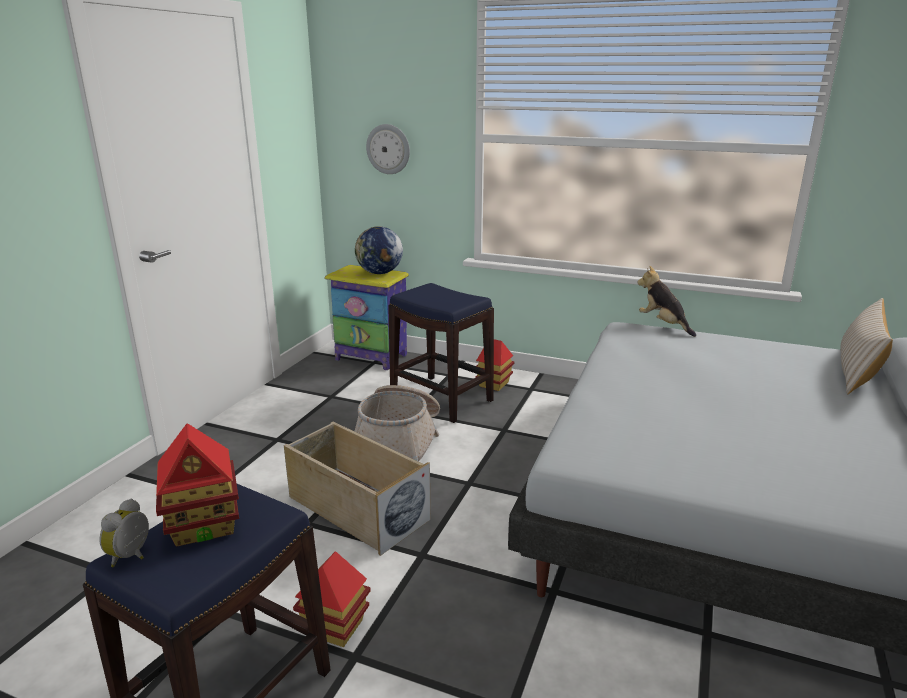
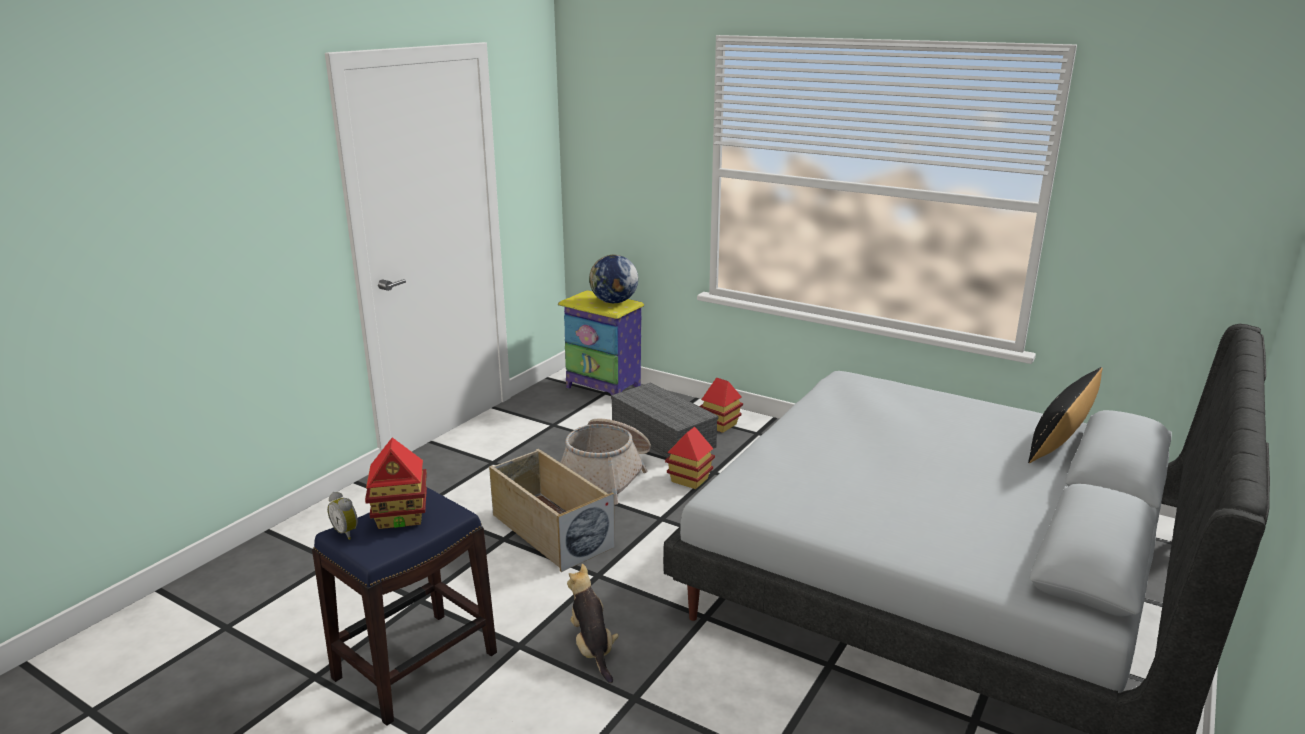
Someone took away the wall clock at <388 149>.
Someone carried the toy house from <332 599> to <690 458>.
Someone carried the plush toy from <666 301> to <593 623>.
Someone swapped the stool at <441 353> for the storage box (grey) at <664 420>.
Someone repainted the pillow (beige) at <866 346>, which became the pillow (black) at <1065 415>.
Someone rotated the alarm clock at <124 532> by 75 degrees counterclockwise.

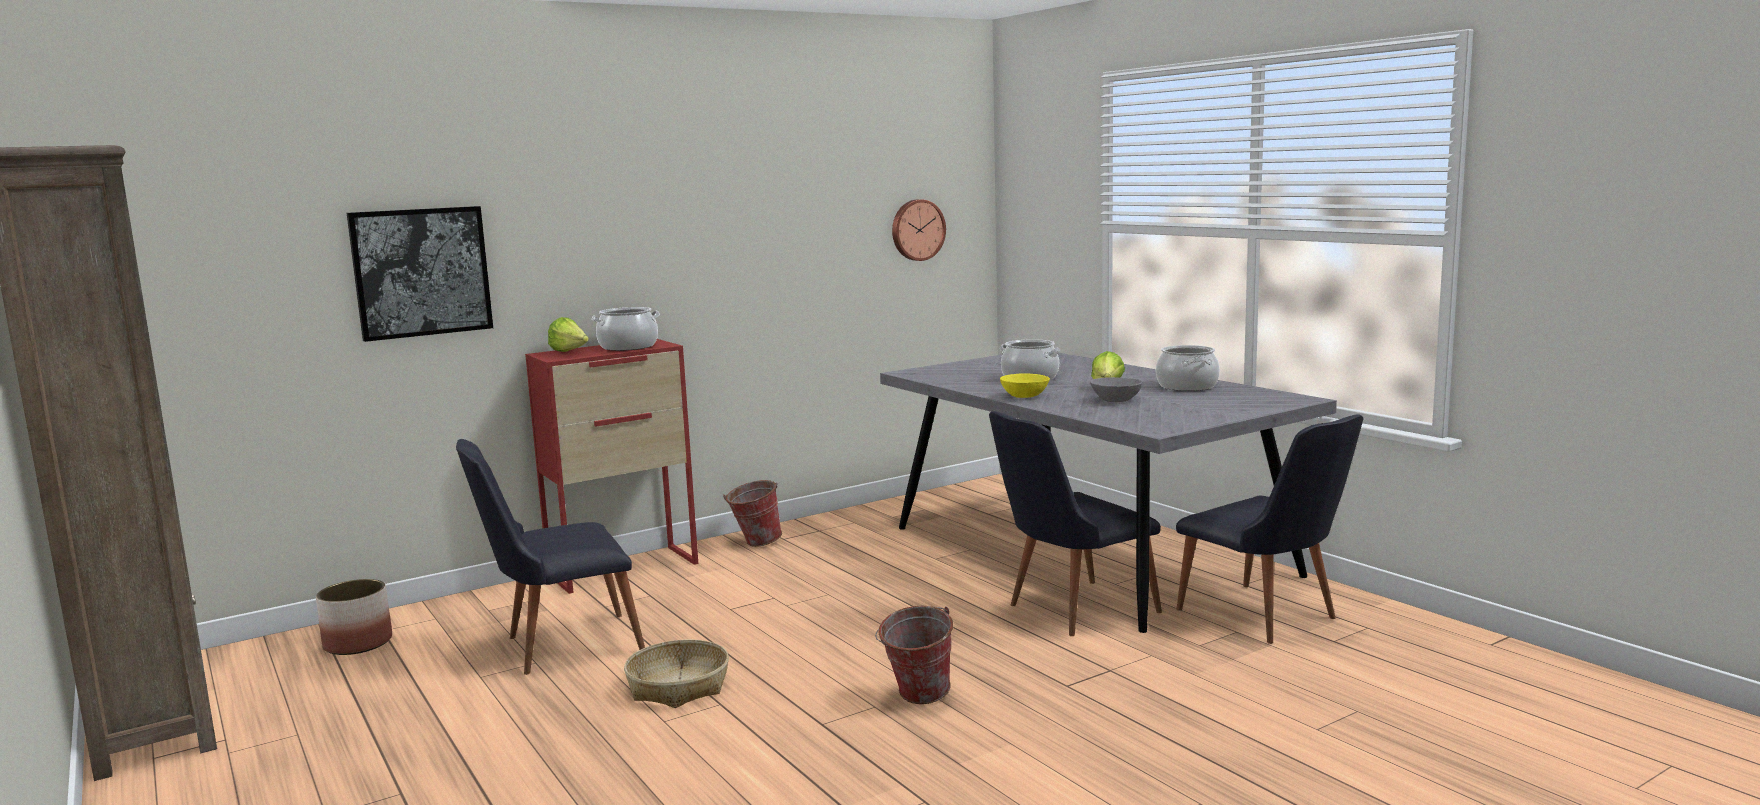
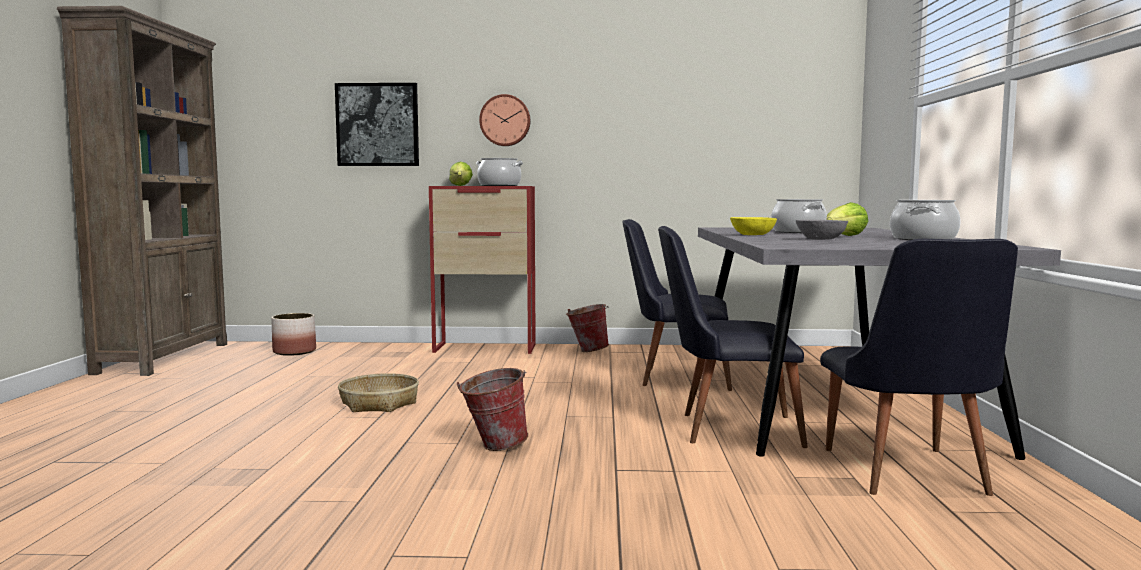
Someone carried the chair (black) from <550 557> to <677 305>.
Someone carried the wall clock from <919 230> to <505 120>.

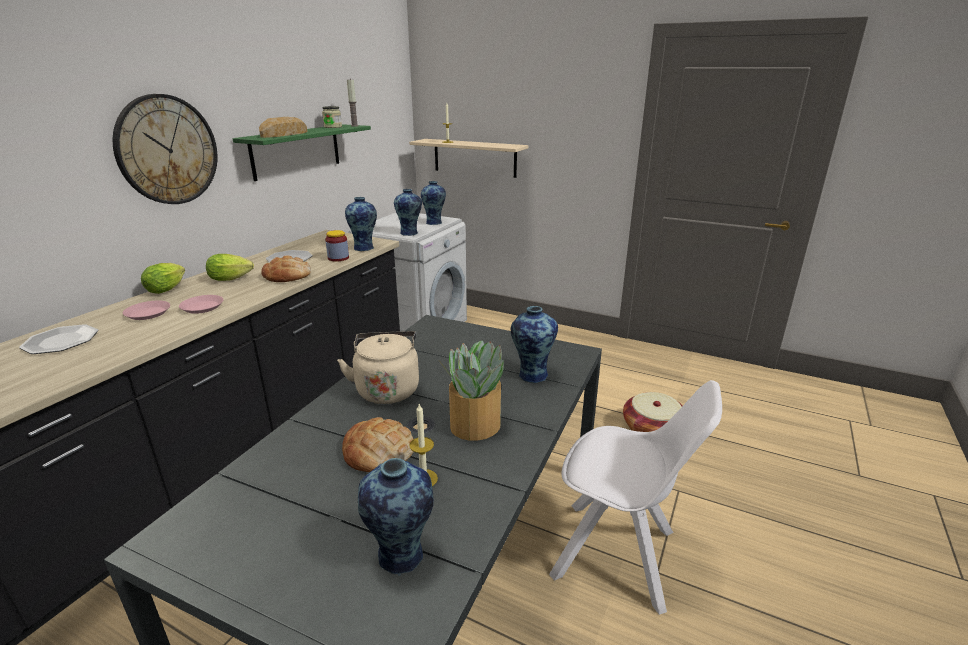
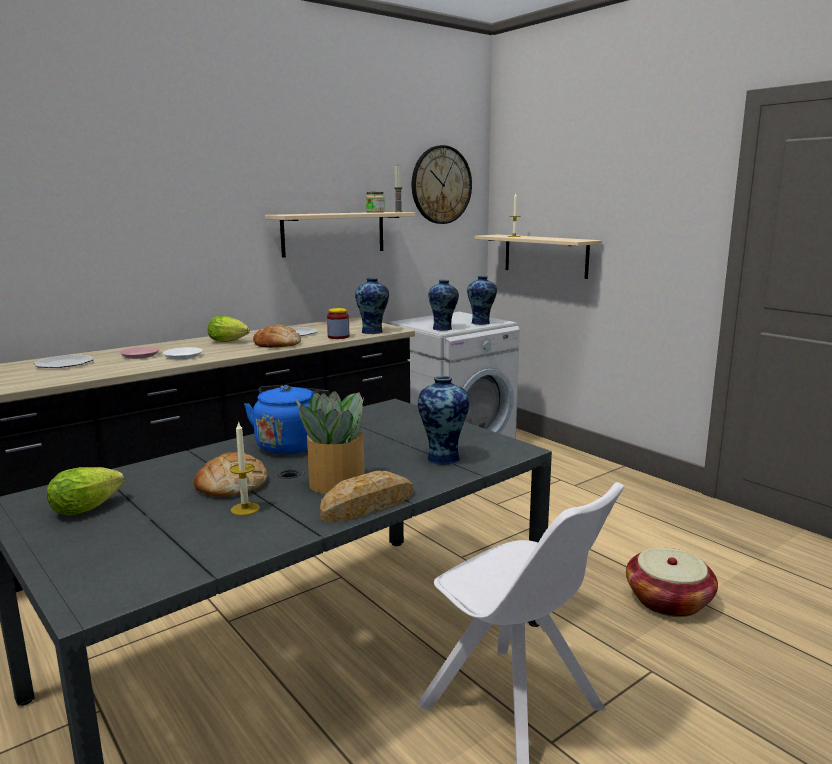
Someone took away the vase at <396 516>.
Someone carried the wall clock from <165 149> to <442 184>.
Someone carried the lettuce from <163 278> to <85 491>.
Someone carried the bread from <283 127> to <366 496>.
Someone repainted the plate (pink) at <201 304>, which became the plate (white) at <183 353>.
Someone repainted the shelf (green) at <302 152>, which became the shelf (beige) at <340 235>.
Someone repainted the kettle (beige) at <378 367>, which became the kettle (blue) at <286 419>.

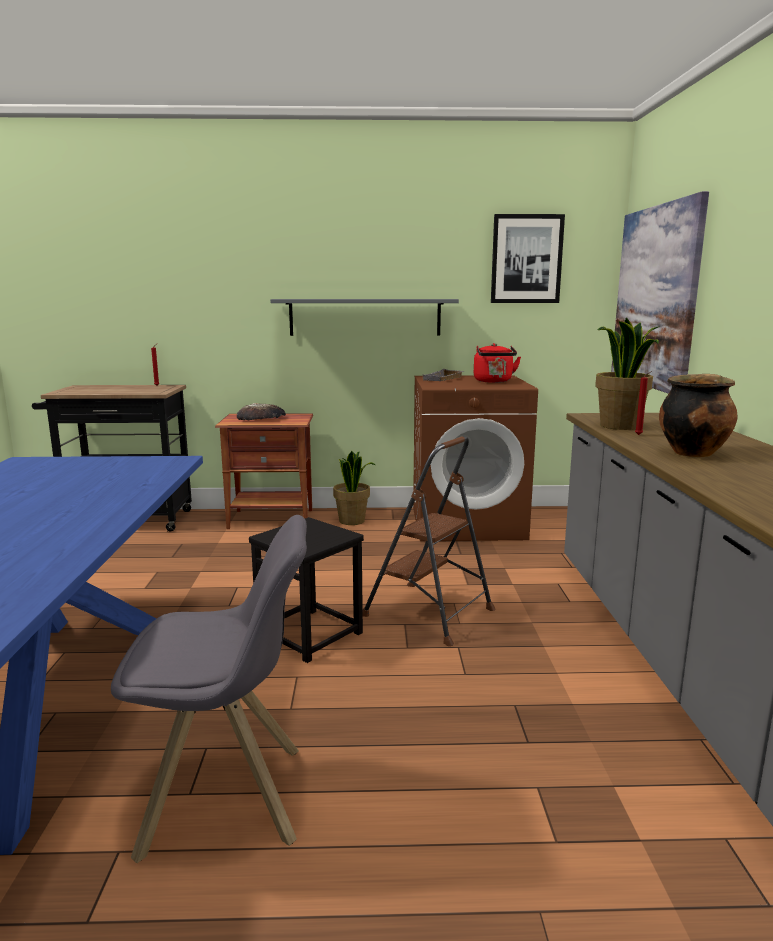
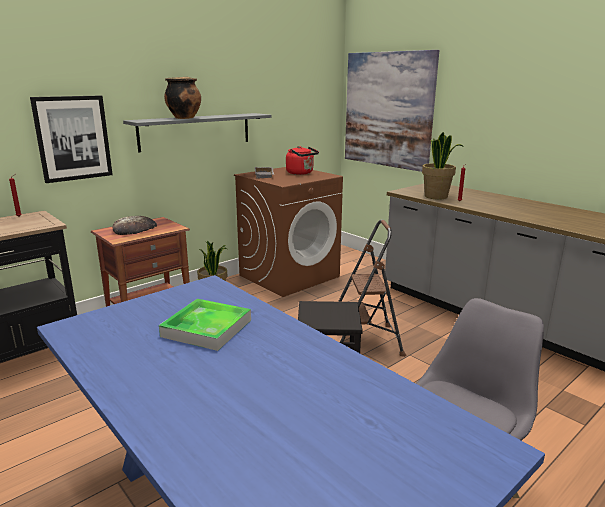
Someone put down the tray at <205 325>.
Someone carried the picture from <528 258> to <71 139>.
Someone carried the cooking pot from <698 415> to <182 98>.

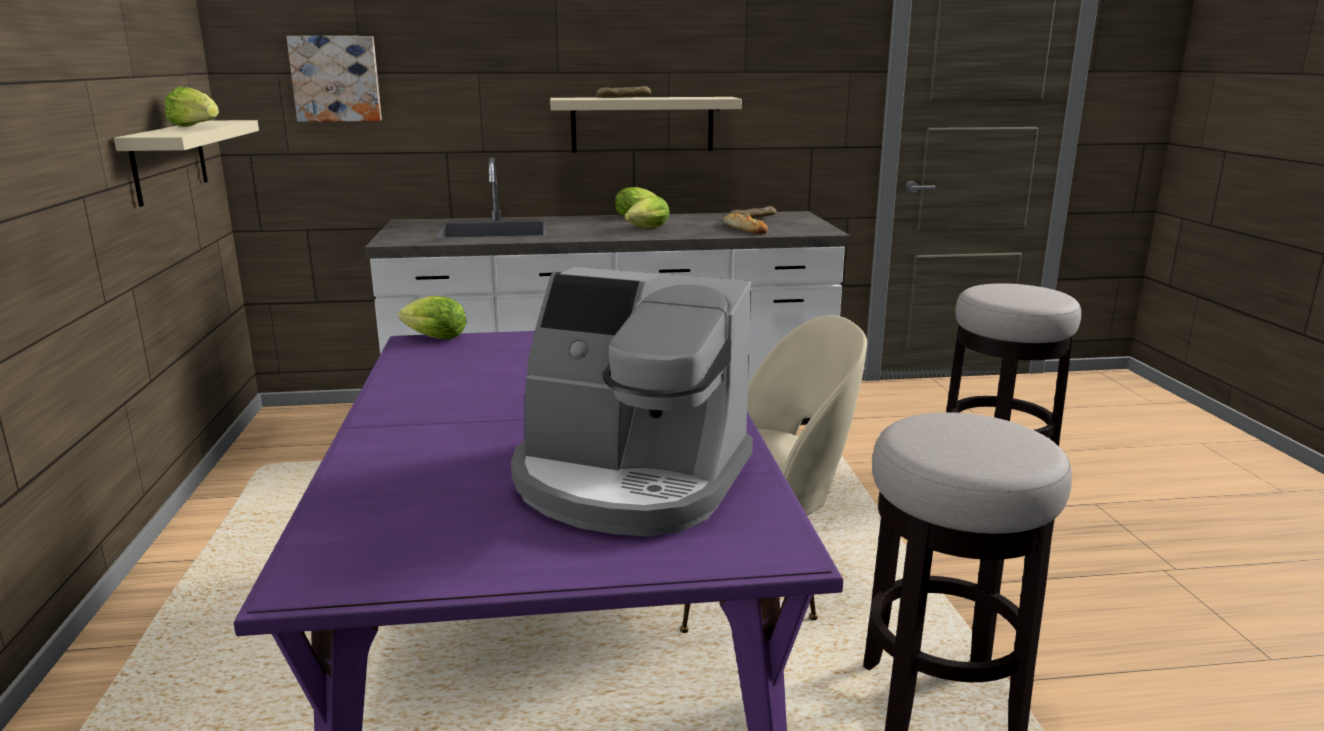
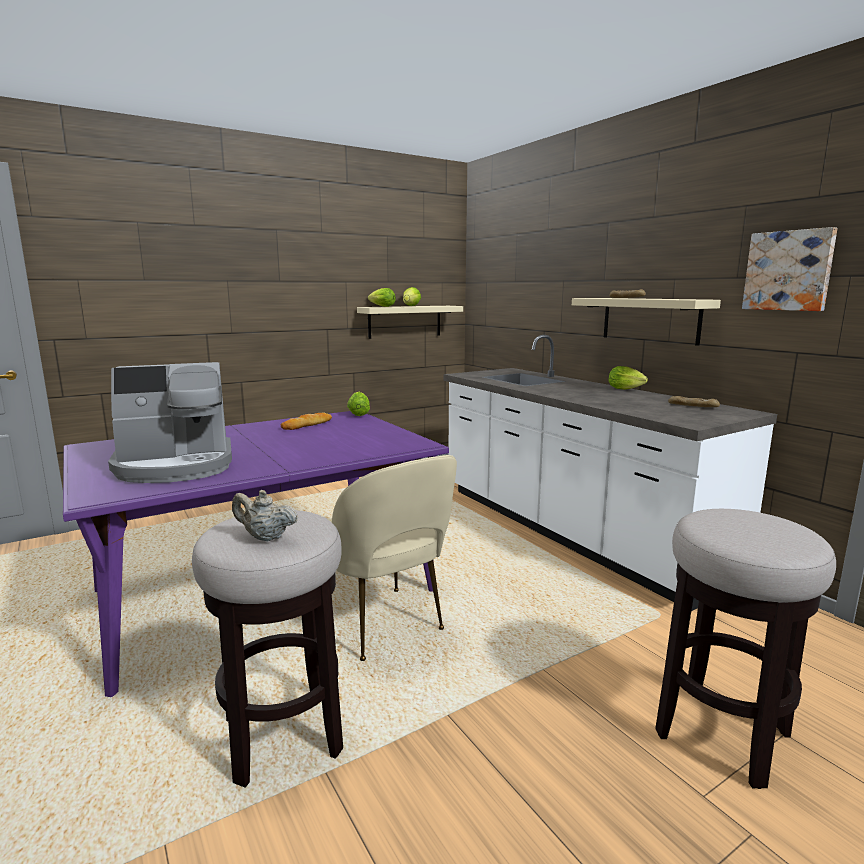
Someone put down the teapot (beige) at <265 516>.
Someone carried the picture from <334 79> to <790 269>.
Someone carried the lettuce from <647 212> to <382 297>.
Someone carried the bread from <745 223> to <306 421>.
Someone rotated the coffee machine at <632 401> by 105 degrees counterclockwise.

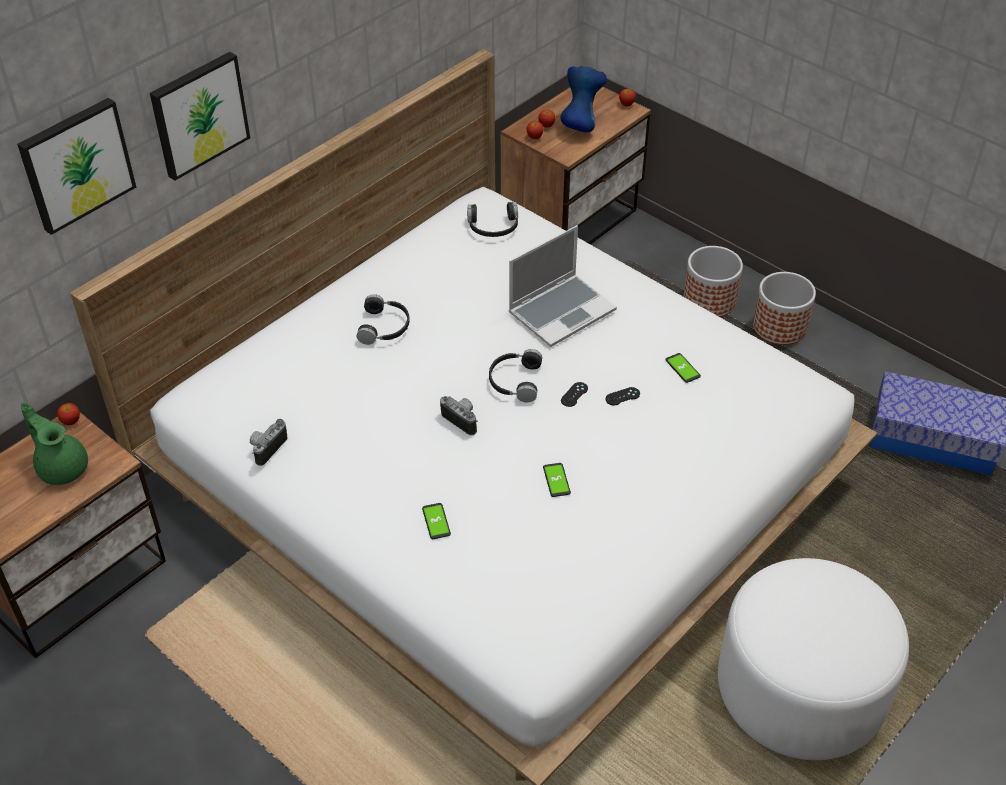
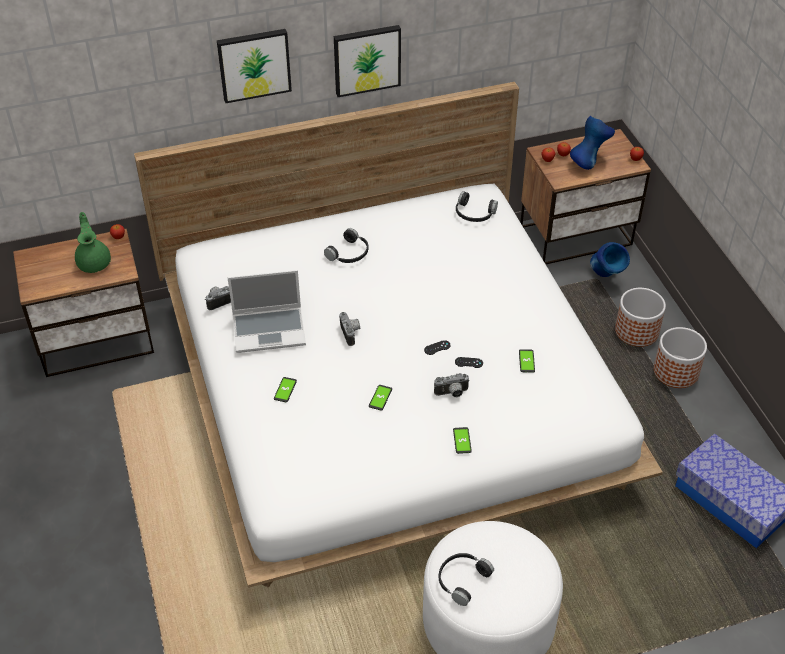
Someone put down the photo camera at <452 385>.
Someone put down the phone at <462 440>.
Someone put down the vase (blue) at <610 259>.
Someone carried the picture from <76 166> to <367 61>.
Someone carried the headphones (black) from <516 376> to <466 579>.
Someone carried the laptop from <563 286> to <267 311>.

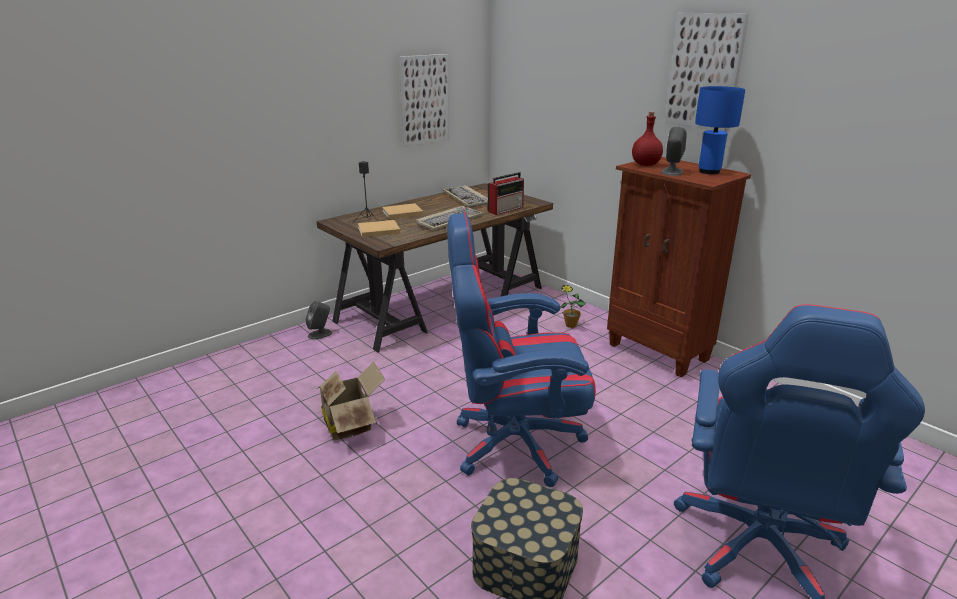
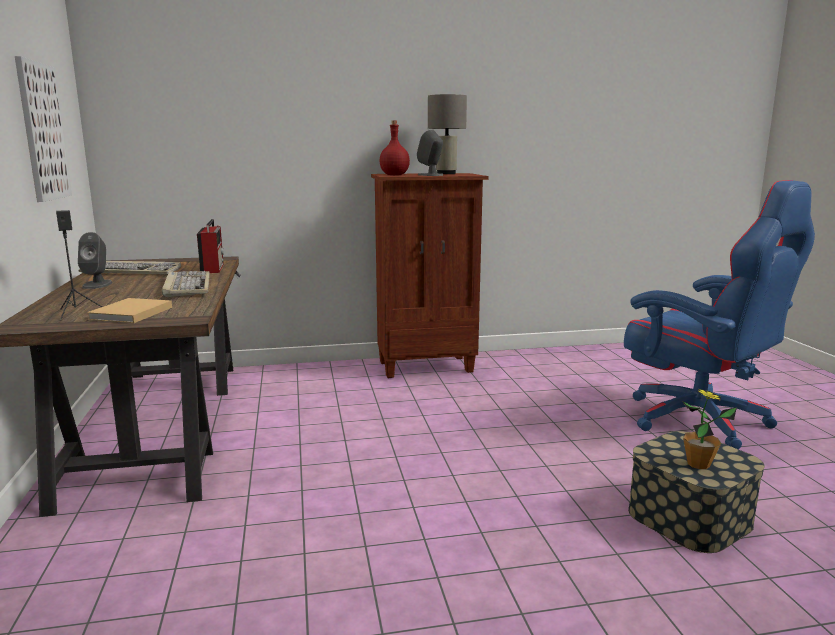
Someone took away the cardboard box at <351 401>.
Someone took away the book (beige) at <402 211>.
Someone took away the office chair (blue) at <521 349>.
Someone took away the picture at <707 72>.
Someone carried the speaker (grey) from <319 320> to <95 260>.
Someone carried the potted plant from <573 306> to <710 429>.
Someone repainted the table lamp (blue) at <720 130>, which became the table lamp (grey) at <447 134>.

